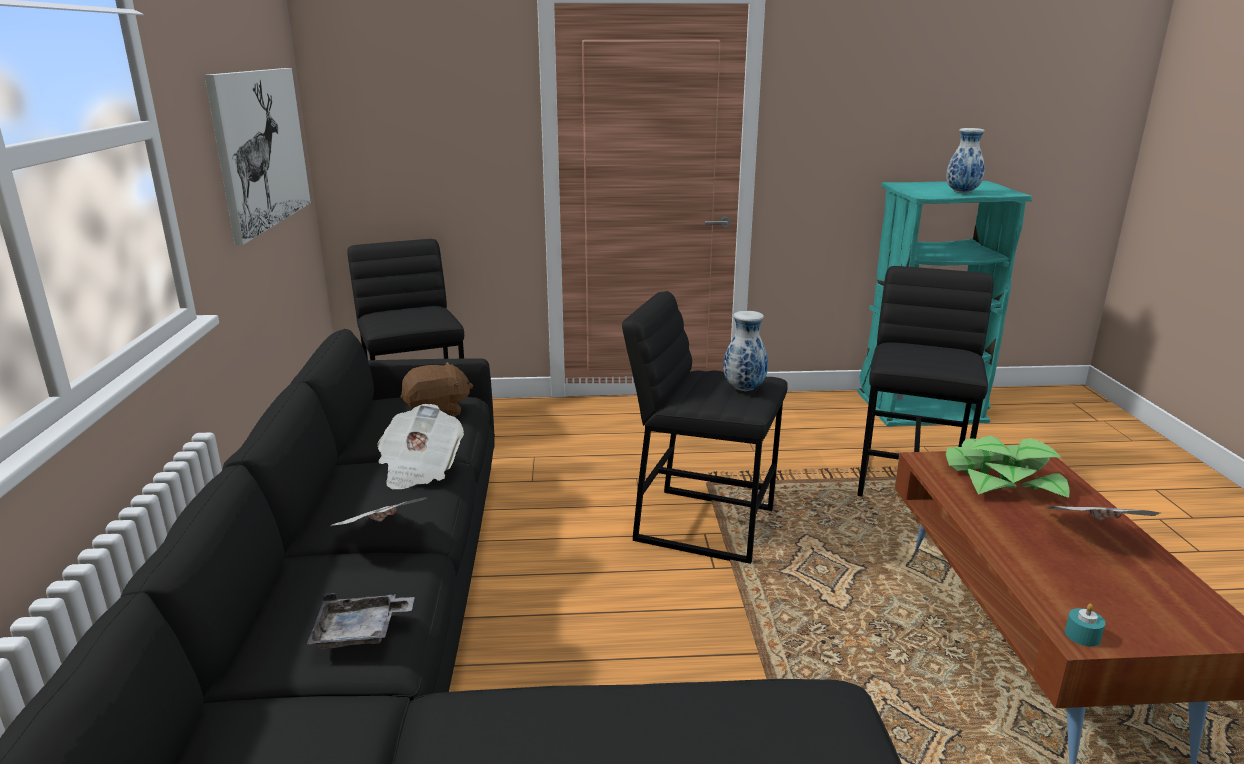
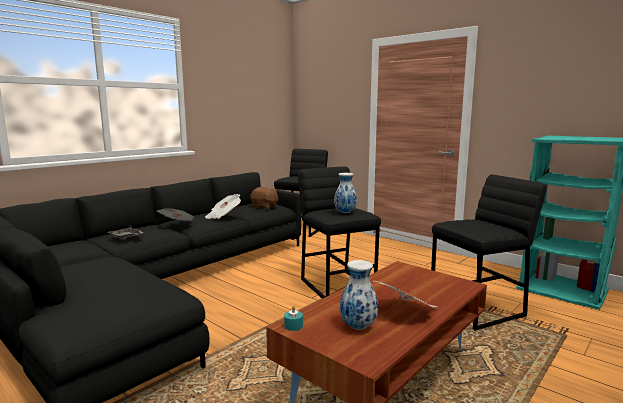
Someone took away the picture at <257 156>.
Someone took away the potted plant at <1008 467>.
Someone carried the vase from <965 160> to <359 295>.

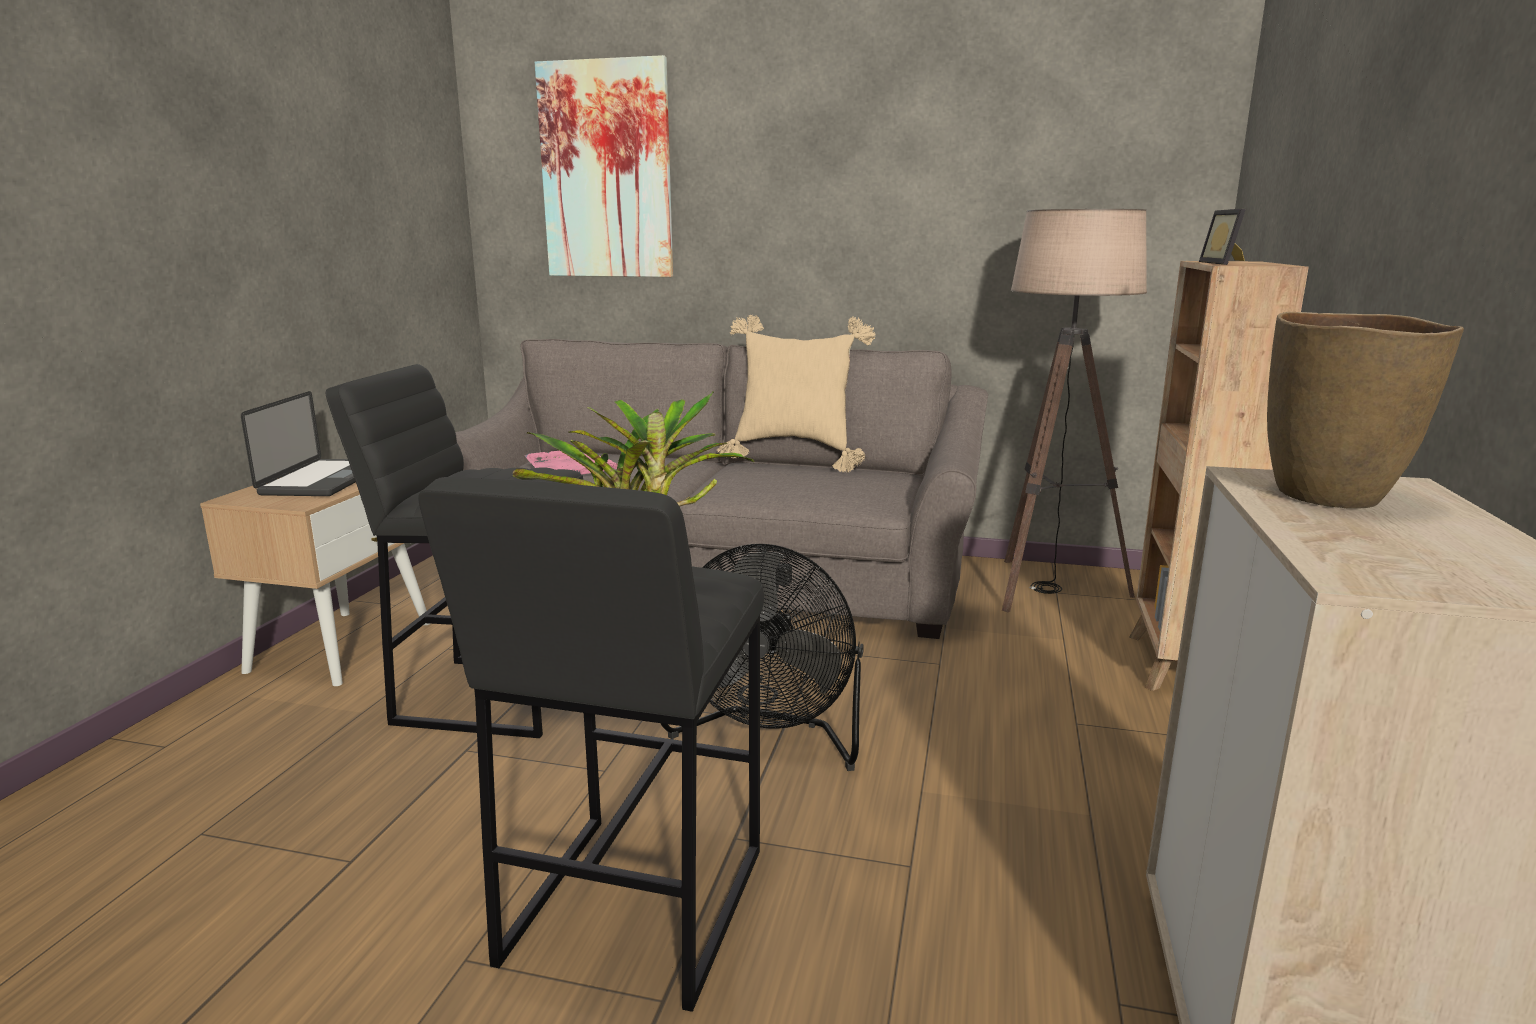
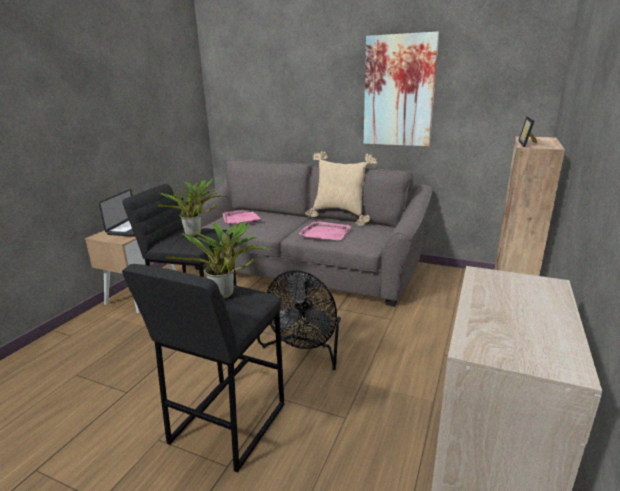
Someone took away the floor lamp at <1074 410>.
Someone took away the vase (brown) at <1365 410>.
Someone put down the potted plant at <192 207>.
Someone put down the tray (pink) at <325 231>.
Someone carried the picture from <604 166> to <401 89>.

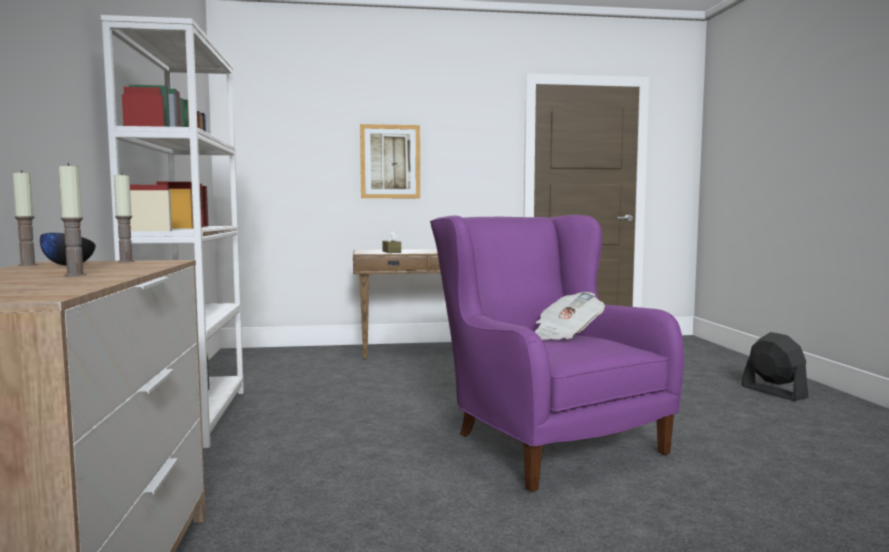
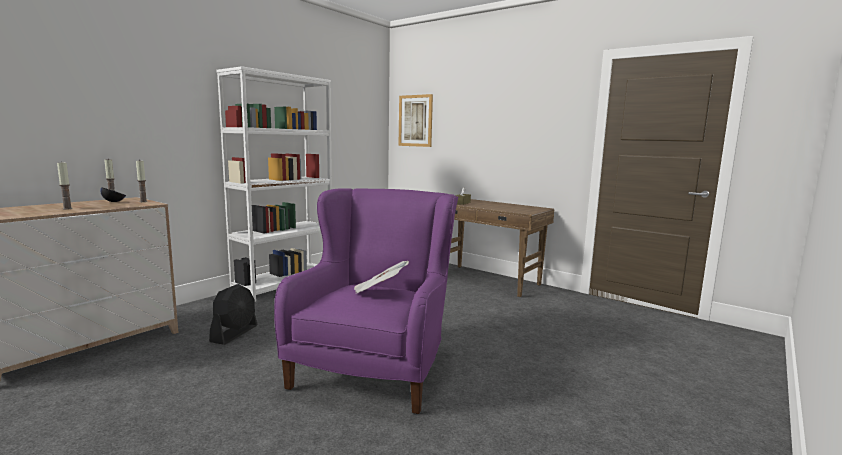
Someone carried the picture from <390 161> to <416 120>.
Someone carried the fan (black) from <775 366> to <233 314>.

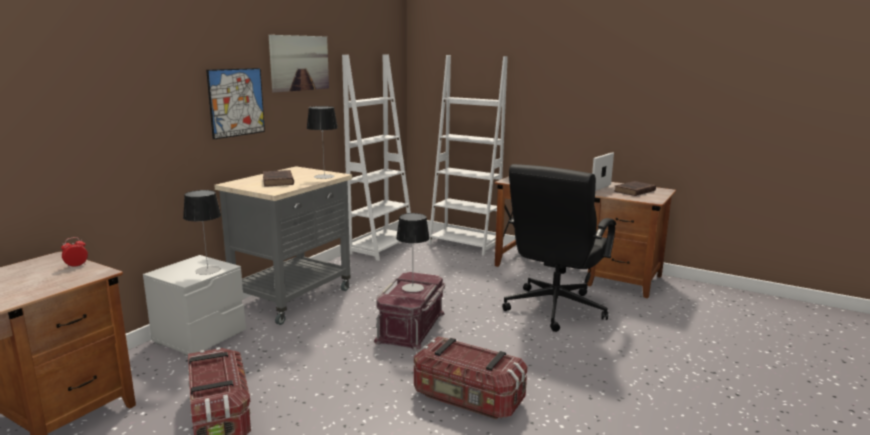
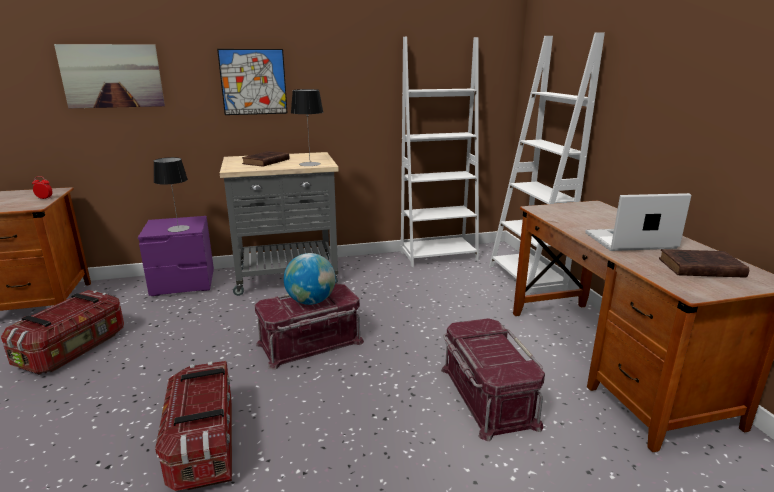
Someone carried the picture from <299 64> to <109 76>.
Someone swapped the table lamp at <413 252> for the globe at <310 279>.
Someone swapped the office chair (black) at <559 248> for the storage box (red) at <493 379>.
Someone repainted the nightstand (white) at <194 305>, which became the nightstand (purple) at <176 256>.

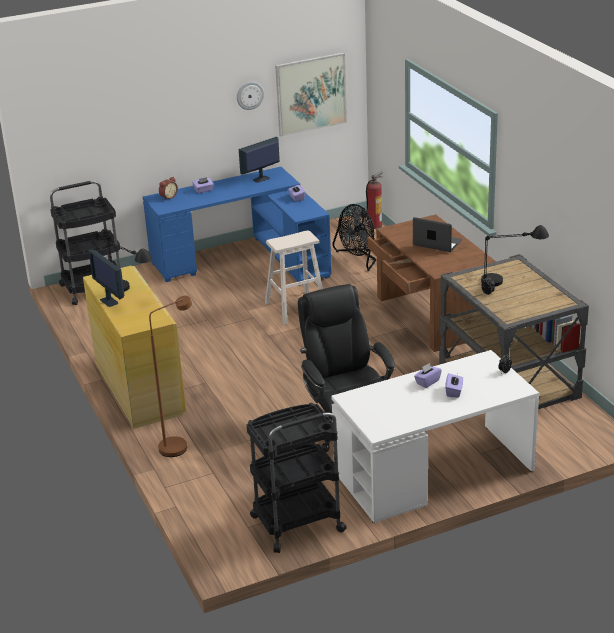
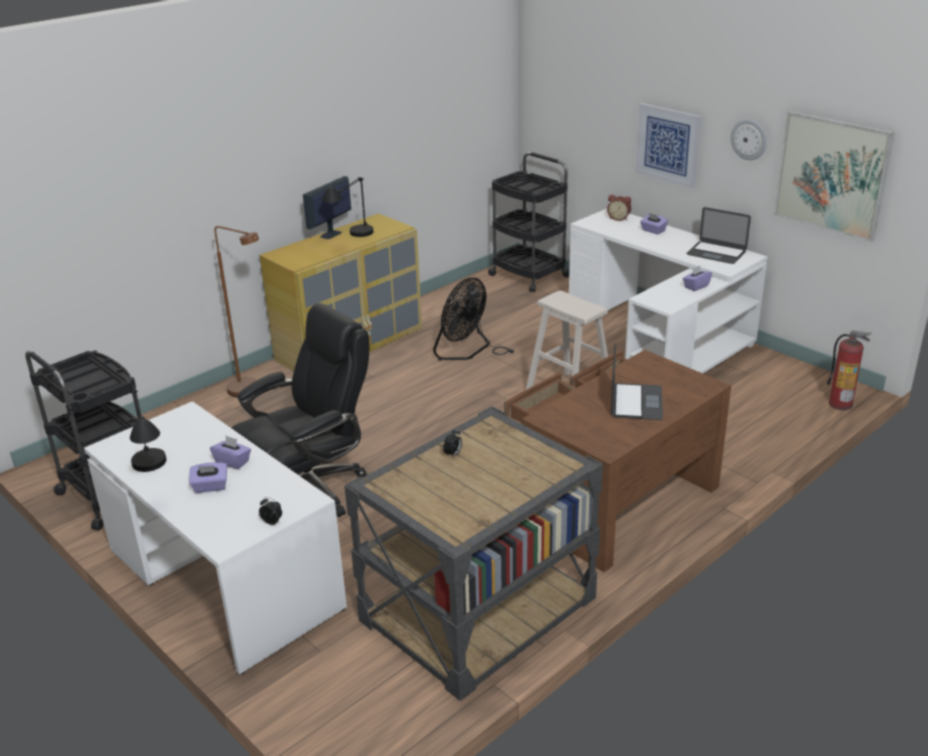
Someone put up the picture at <668 145>.
Someone carried the fan (black) from <354 237> to <473 319>.
Someone carried the table lamp (black) from <515 256> to <147 431>.
Someone swapped the monitor at <259 160> for the laptop at <718 235>.
Someone repainted the desk (blue) at <237 226>, which became the desk (white) at <668 291>.

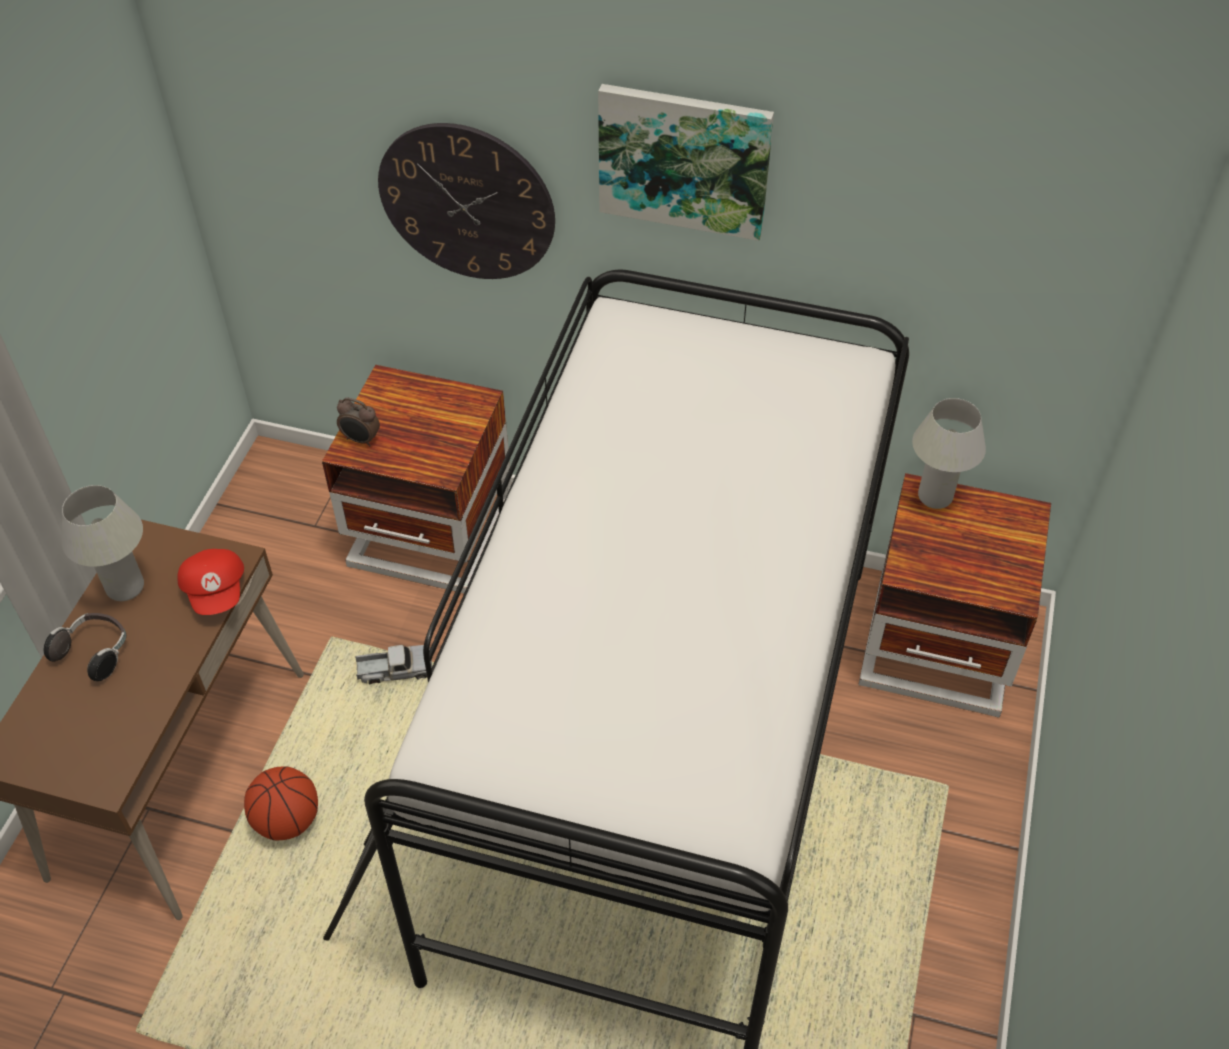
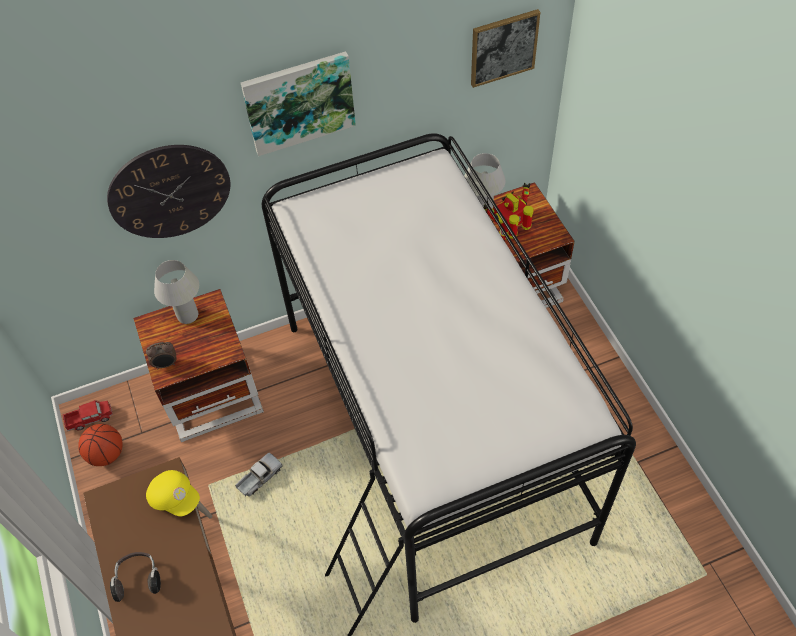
Someone put down the toy truck at <88 415>.
Someone put up the picture at <505 48>.
Someone put down the toy robot at <508 212>.
Someone carried the table lamp (white) from <103 543> to <176 292>.
Someone carried the basketball from <281 803> to <100 445>.
Someone repainted the cap (red) at <210 582>, which became the cap (yellow) at <173 493>.

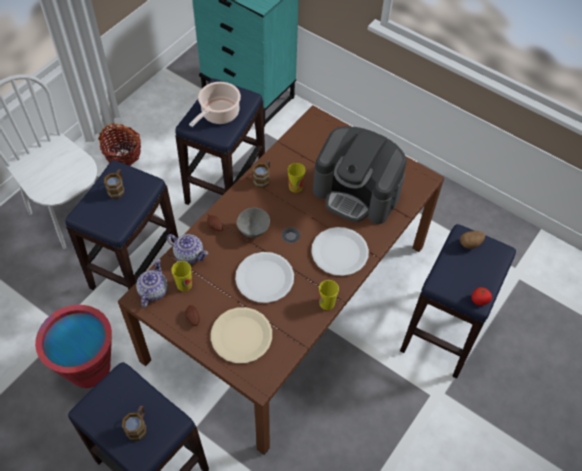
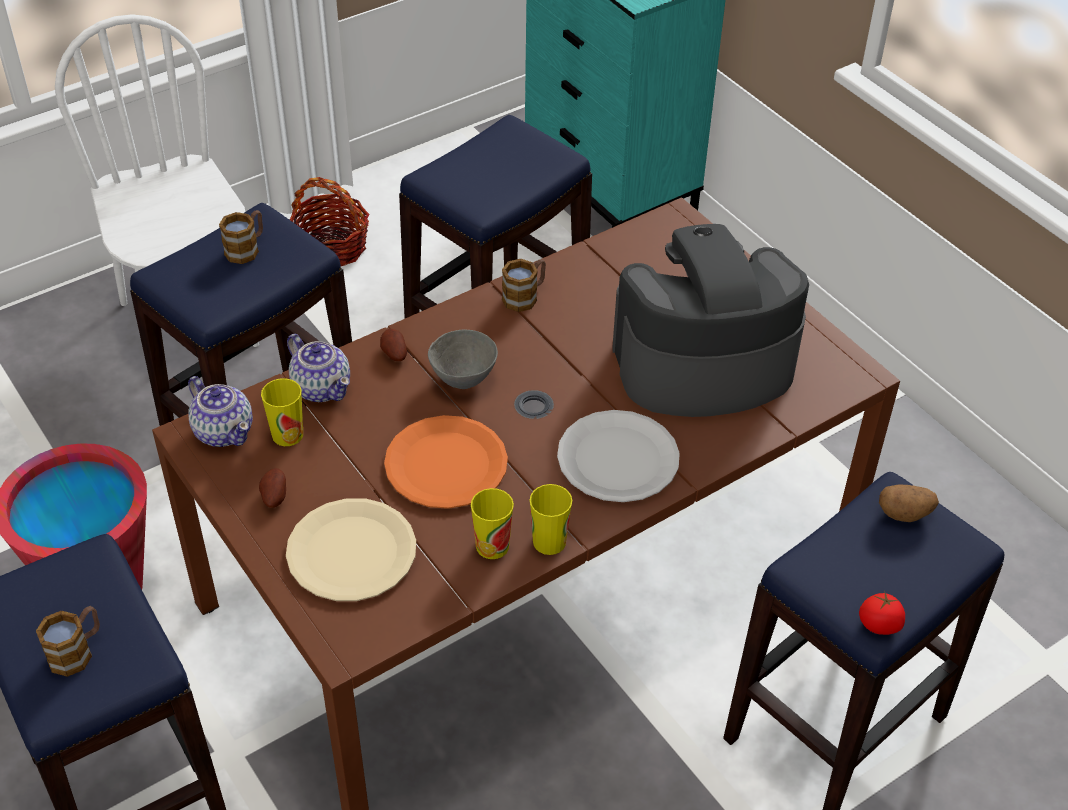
Someone took away the cooking pot at <215 104>.
Someone carried the cup from <297 178> to <492 523>.
Someone repainted the plate (white) at <264 277>, which became the plate (orange) at <446 462>.
Someone rotated the teapot at <152 283> by 105 degrees clockwise.
Someone rotated the coffee machine at <359 175> by 120 degrees clockwise.

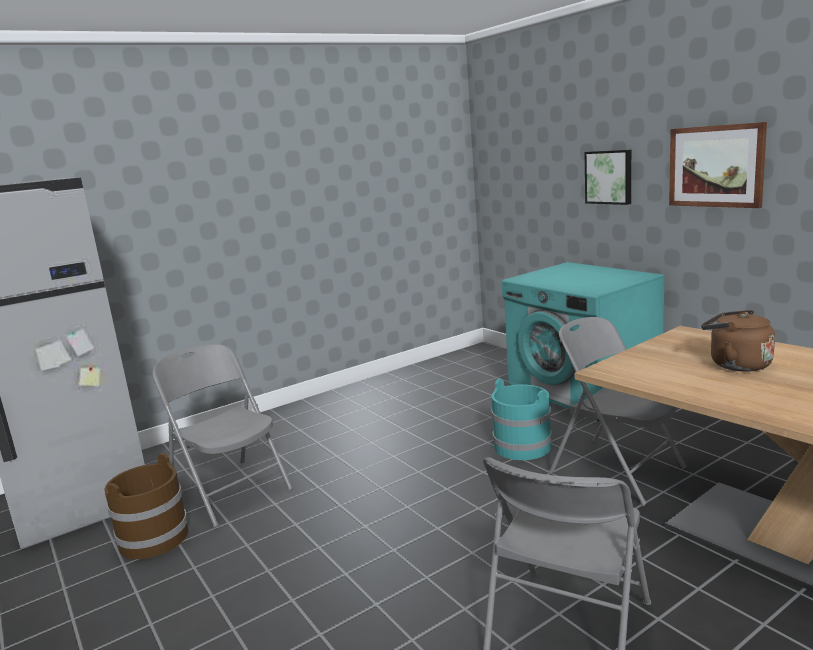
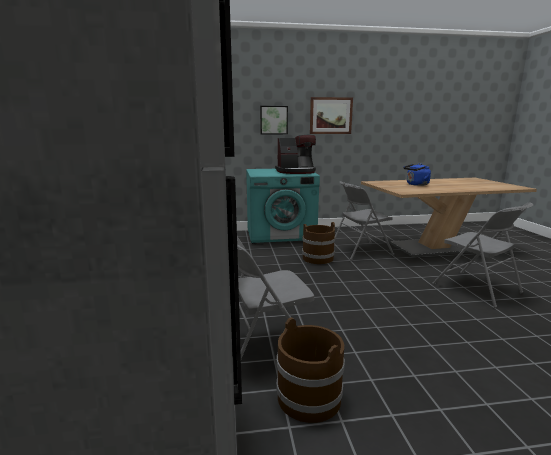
Someone put down the coffee machine at <295 154>.
Someone repainted the bucket (turquoise) at <521 419>, which became the bucket (brown) at <318 243>.
Someone repainted the kettle (brown) at <738 341>, which became the kettle (blue) at <417 174>.

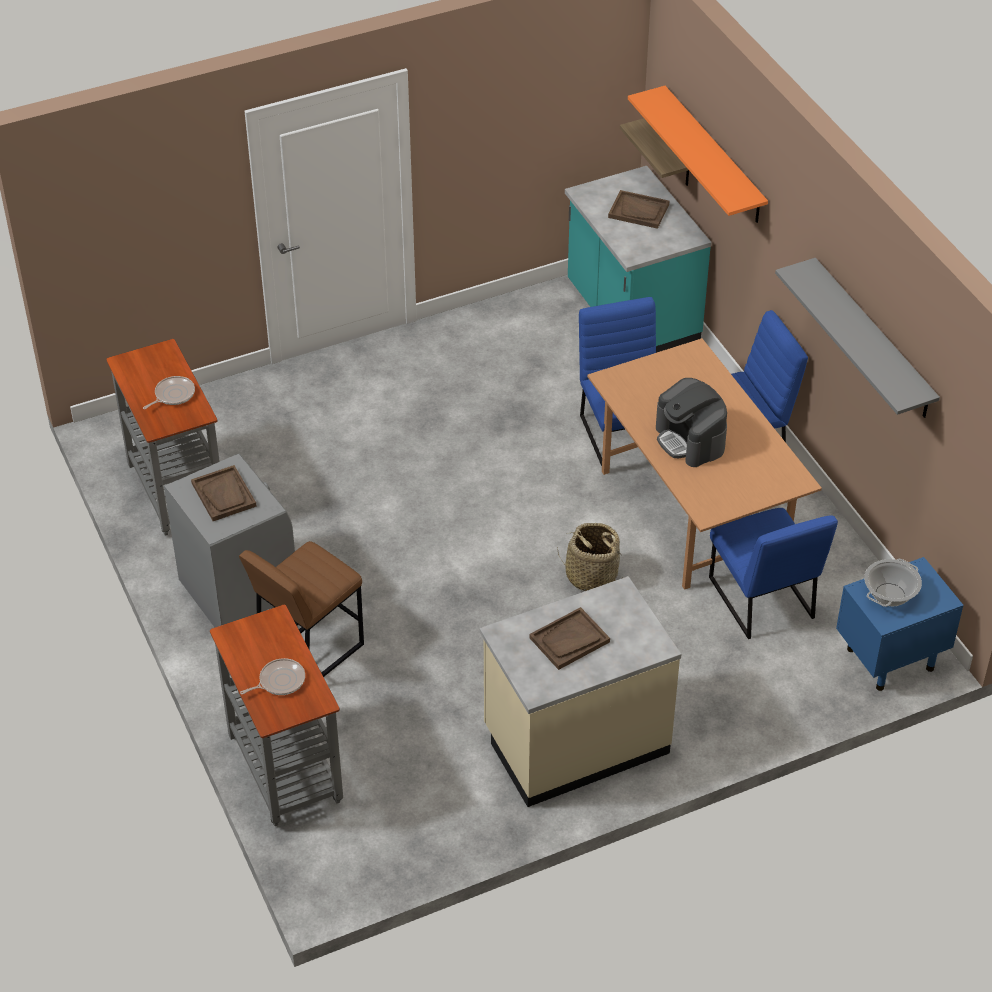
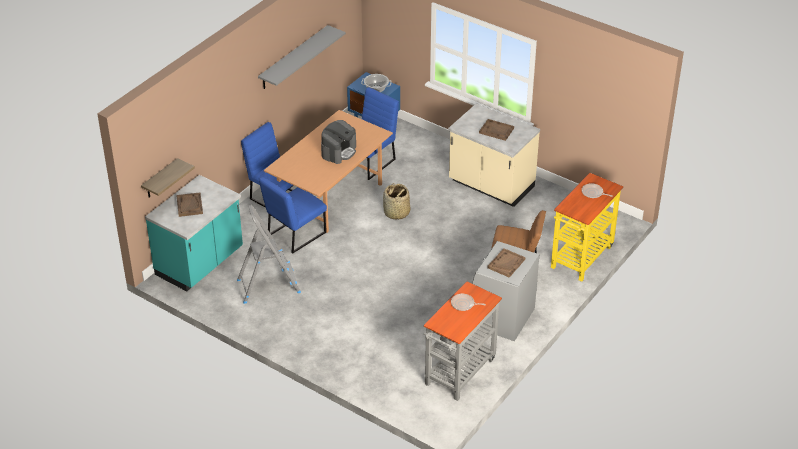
Someone took away the shelf (orange) at <698 154>.
Someone put down the step ladder (grey) at <269 254>.
Someone repainted the cart (grey) at <276 715>, which became the cart (yellow) at <587 227>.

